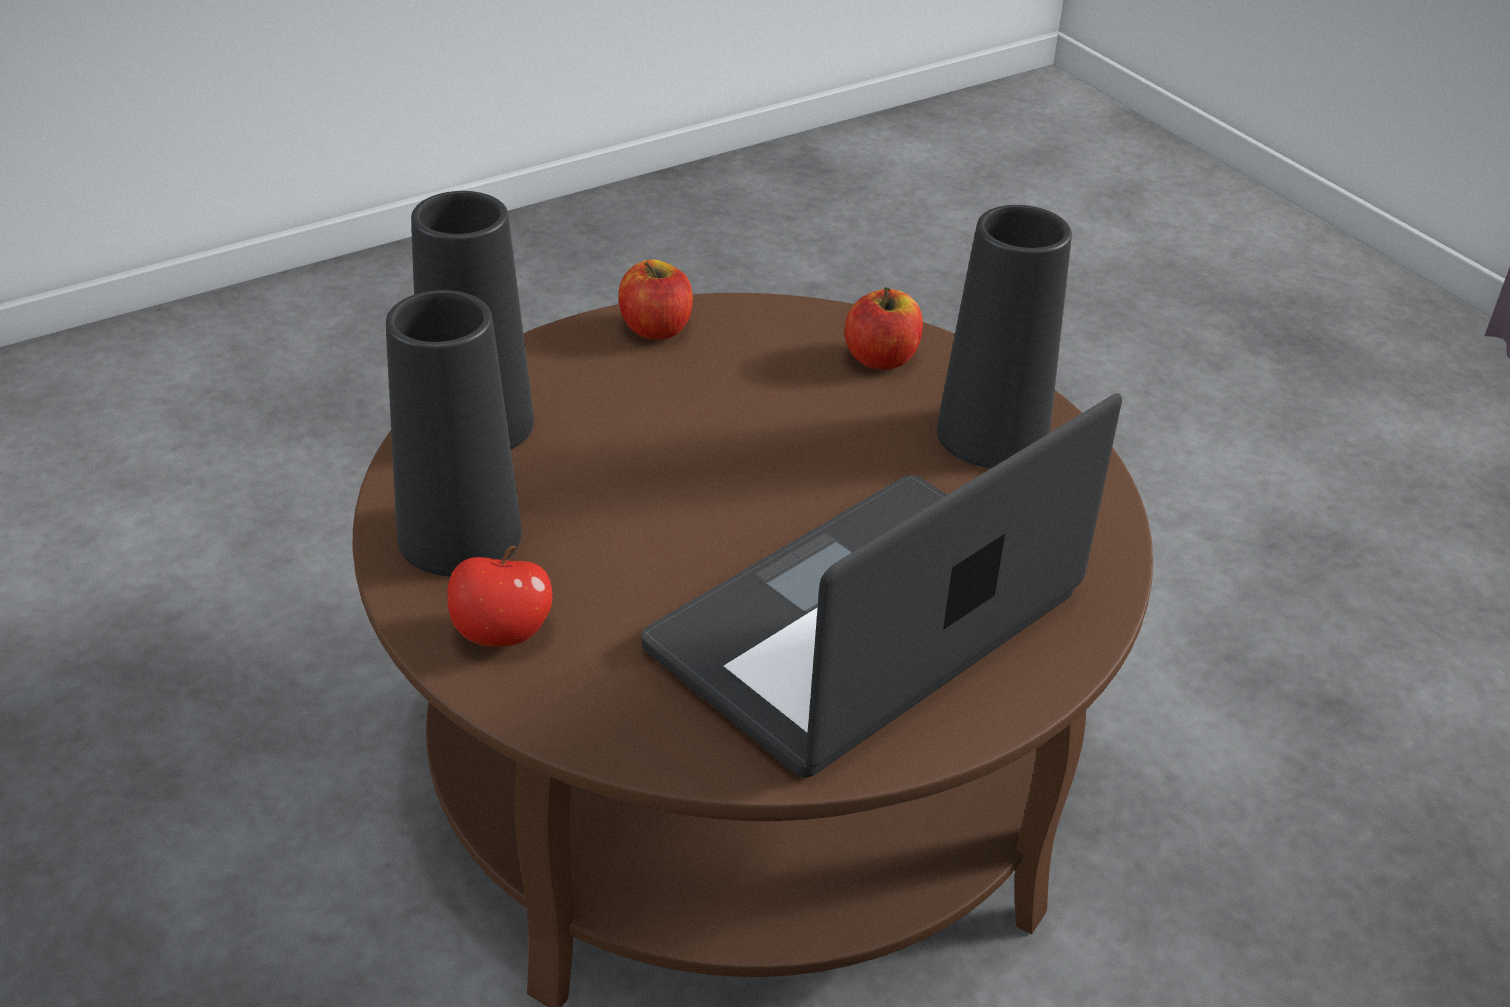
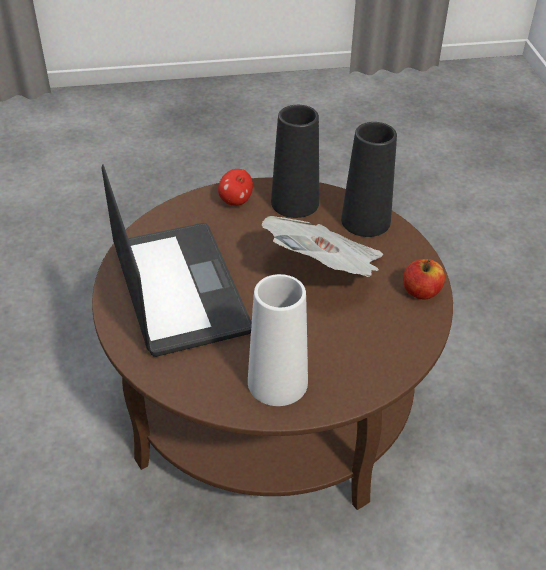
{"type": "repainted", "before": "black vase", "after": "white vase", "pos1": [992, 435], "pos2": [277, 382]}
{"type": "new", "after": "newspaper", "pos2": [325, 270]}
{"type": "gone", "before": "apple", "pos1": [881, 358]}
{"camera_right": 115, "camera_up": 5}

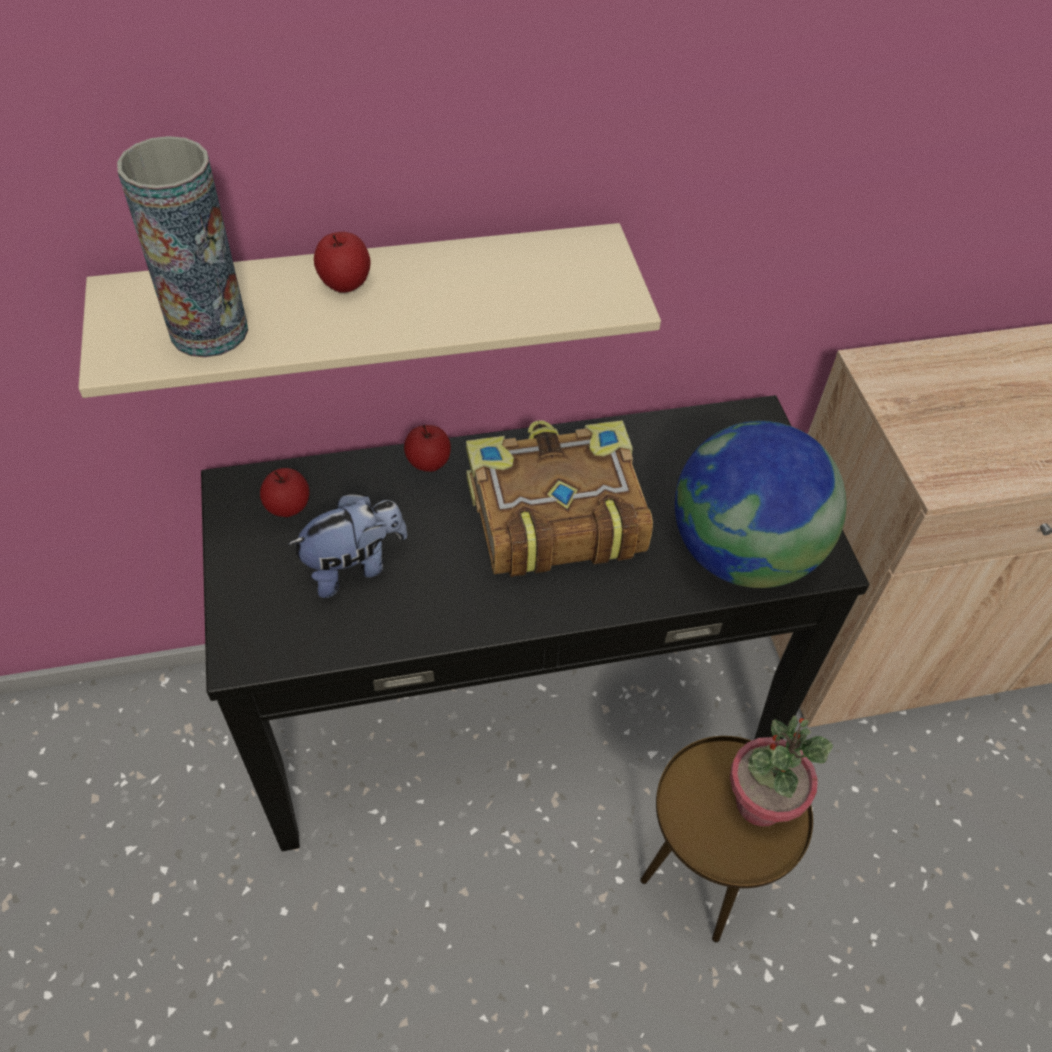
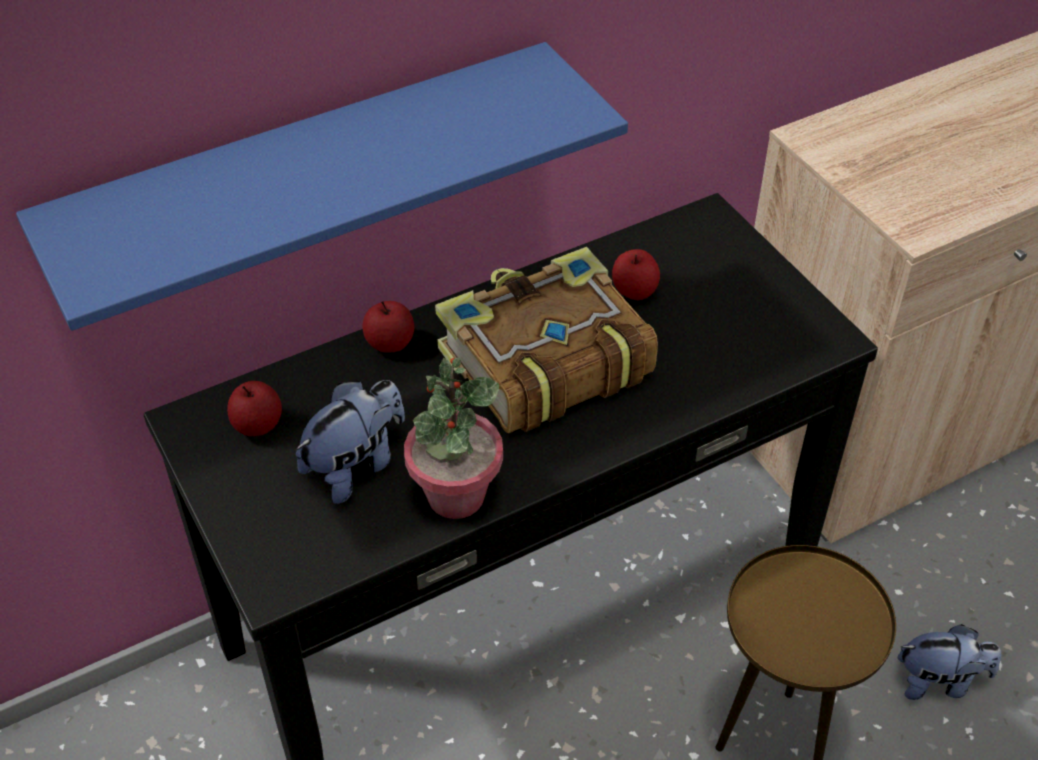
{"type": "repainted", "before": "beige shelf", "after": "blue shelf", "pos1": [369, 302], "pos2": [307, 179]}
{"type": "shifted", "before": "potted plant", "pos1": [759, 802], "pos2": [455, 495]}
{"type": "shifted", "before": "apple", "pos1": [345, 282], "pos2": [634, 291]}
{"type": "new", "after": "plush toy", "pos2": [939, 681]}
{"type": "gone", "before": "vase", "pos1": [209, 331]}
{"type": "gone", "before": "globe", "pos1": [742, 553]}
{"camera_right": -15, "camera_up": -5}

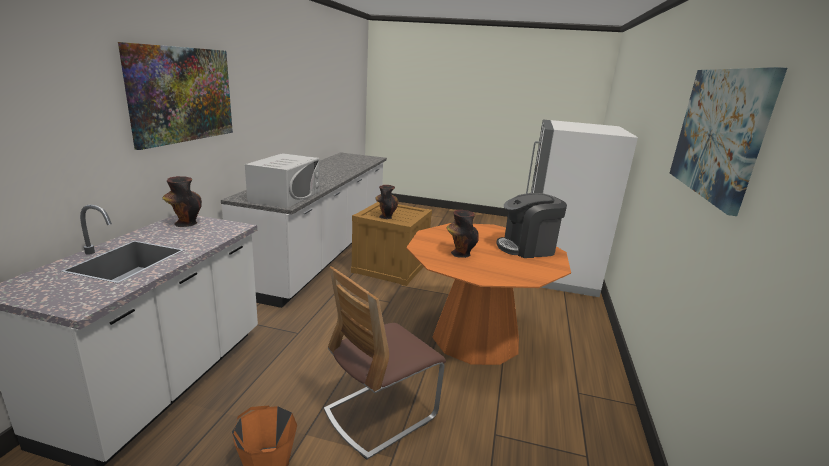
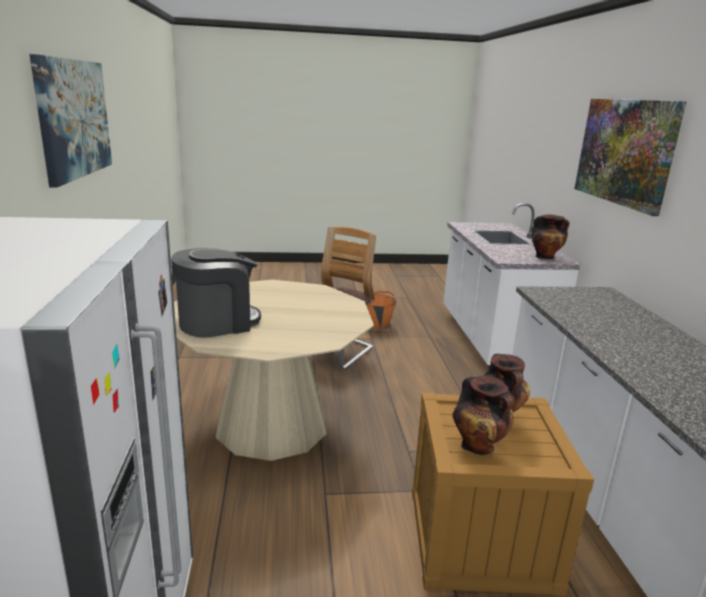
{"type": "repainted", "before": "orange dining table", "after": "beige dining table", "pos1": [476, 338], "pos2": [271, 425]}
{"type": "shifted", "before": "vase", "pos1": [459, 253], "pos2": [479, 447]}
{"type": "gone", "before": "white microwave", "pos1": [285, 196]}
{"camera_right": 160, "camera_up": 0}

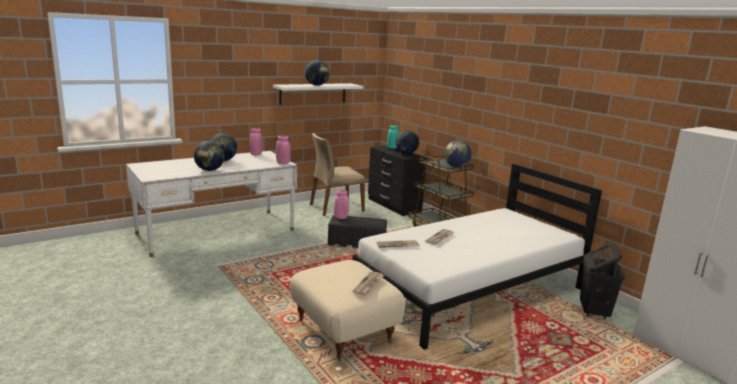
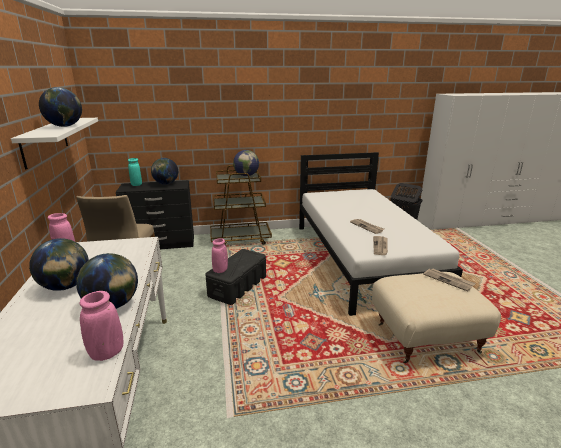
{"type": "shifted", "before": "pink vase", "pos1": [283, 163], "pos2": [107, 353]}
{"camera_right": -65, "camera_up": 5}

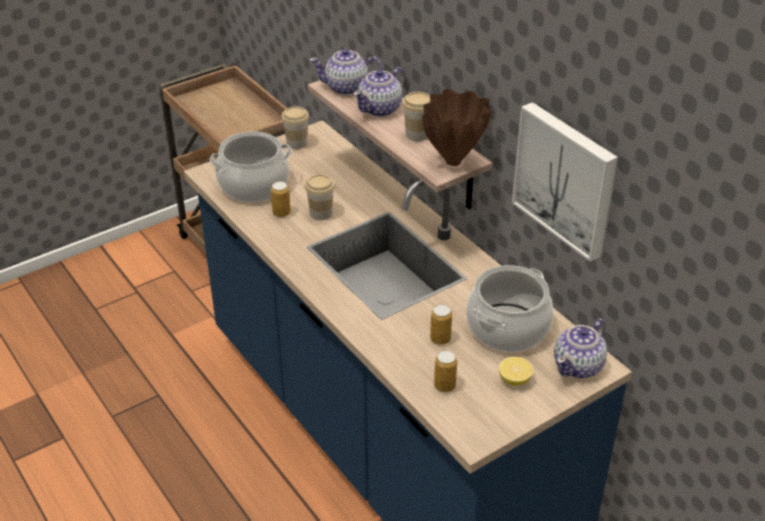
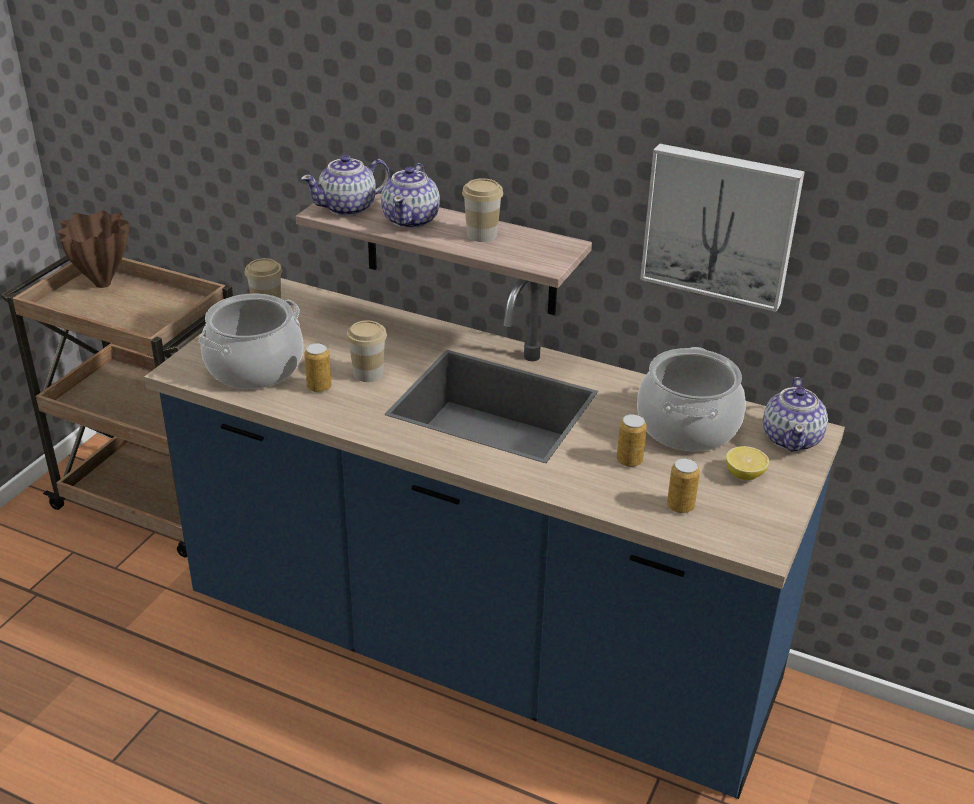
{"type": "shifted", "before": "brown vase", "pos1": [454, 161], "pos2": [104, 283]}
{"camera_right": -30, "camera_up": -5}

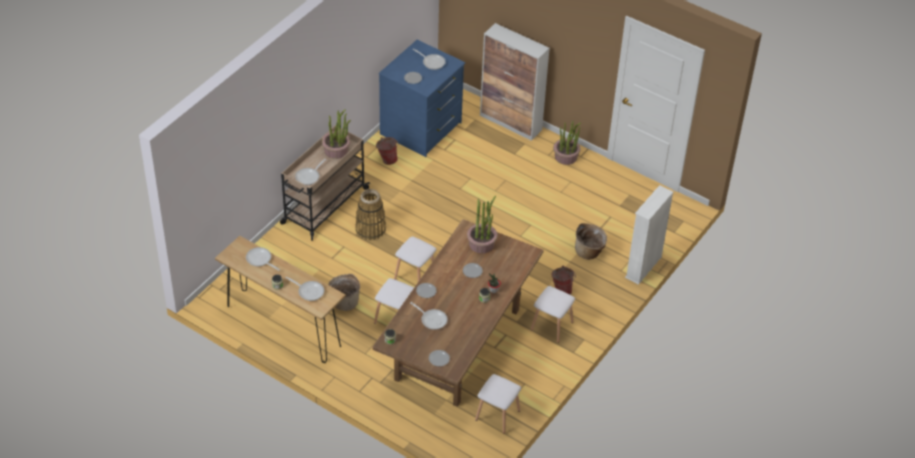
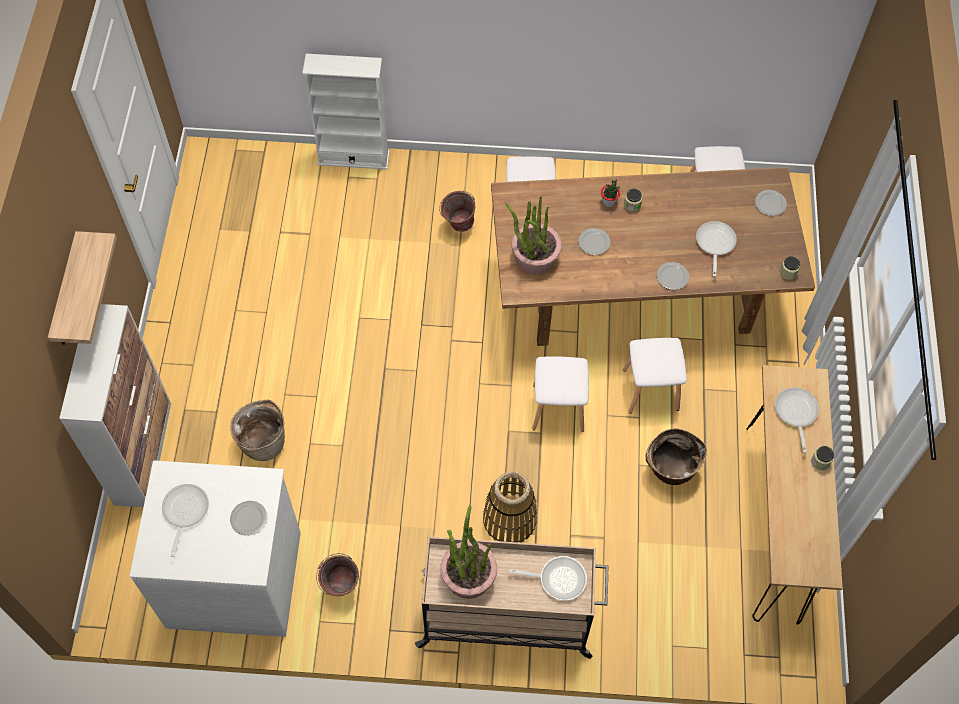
{"type": "new", "after": "shelf", "pos2": [67, 294]}
{"type": "repainted", "before": "blue dresser", "after": "white dresser", "pos1": [421, 129], "pos2": [234, 577]}
{"type": "shifted", "before": "basket", "pos1": [589, 252], "pos2": [263, 441]}
{"type": "gone", "before": "frying pan", "pos1": [260, 260]}
{"type": "gone", "before": "potted plant", "pos1": [566, 157]}
{"camera_right": -120, "camera_up": 15}

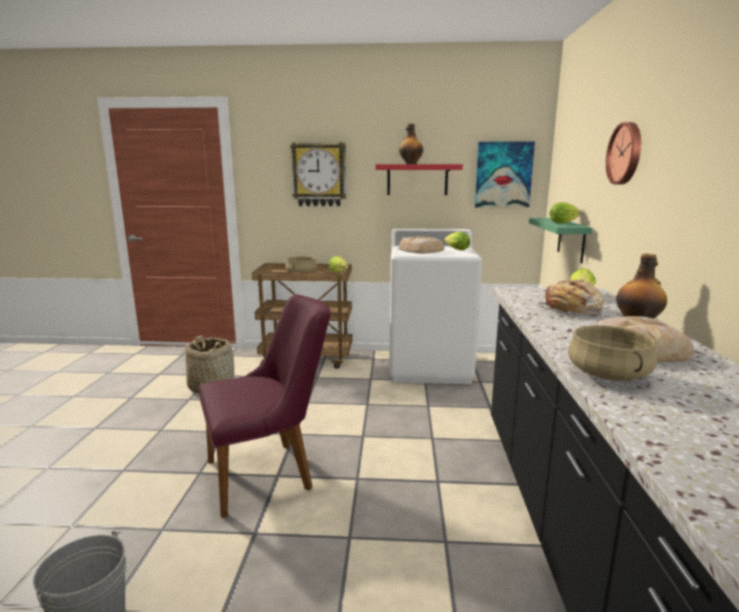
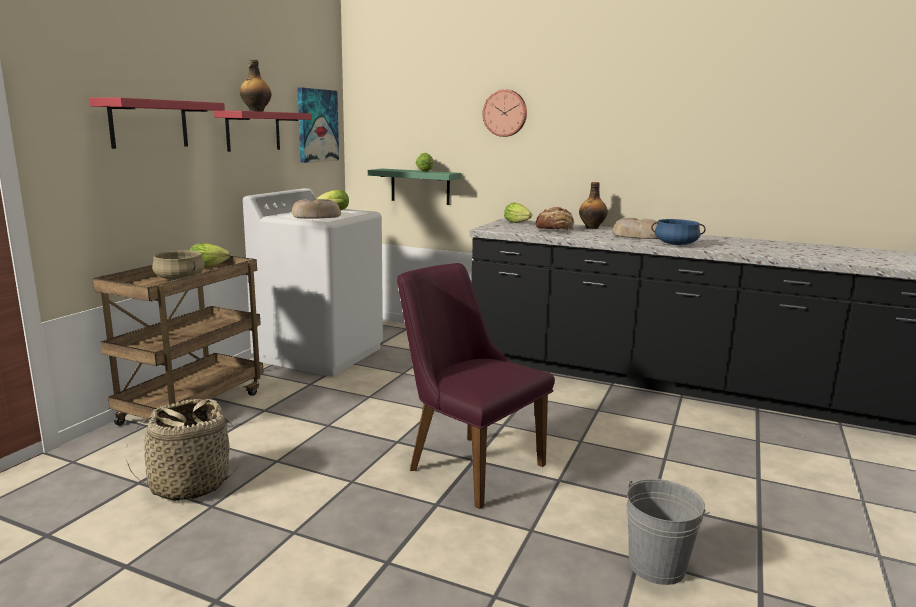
{"type": "swapped", "before": "wall clock", "after": "red shelf", "pos1": [319, 175], "pos2": [149, 124]}
{"type": "rotated", "before": "purple chair", "pos1": [270, 473], "pos2": [466, 463], "turn": -45}
{"type": "repainted", "before": "beige cooking pot", "after": "blue cooking pot", "pos1": [607, 374], "pos2": [675, 244]}
{"camera_right": -70, "camera_up": 0}

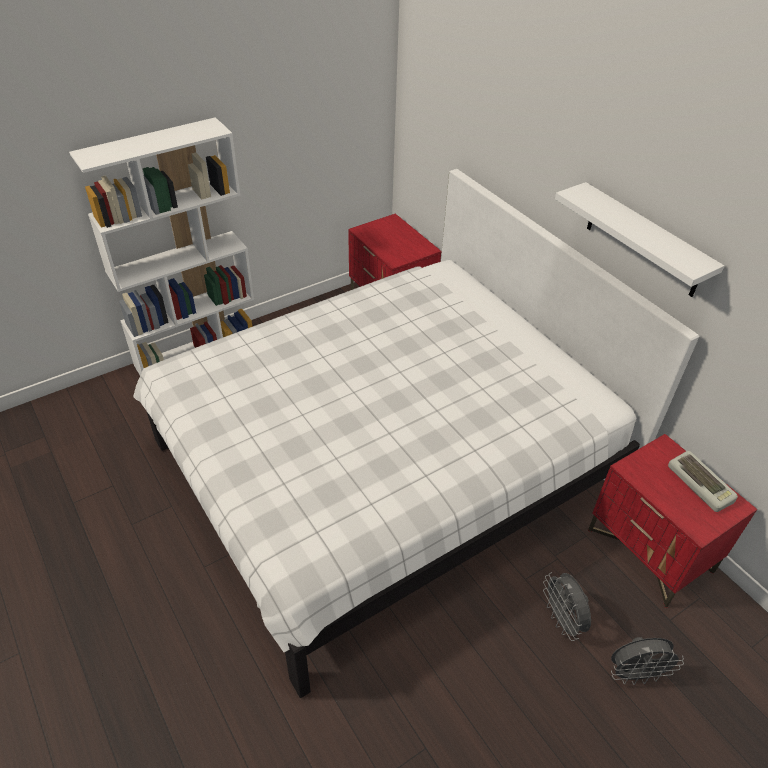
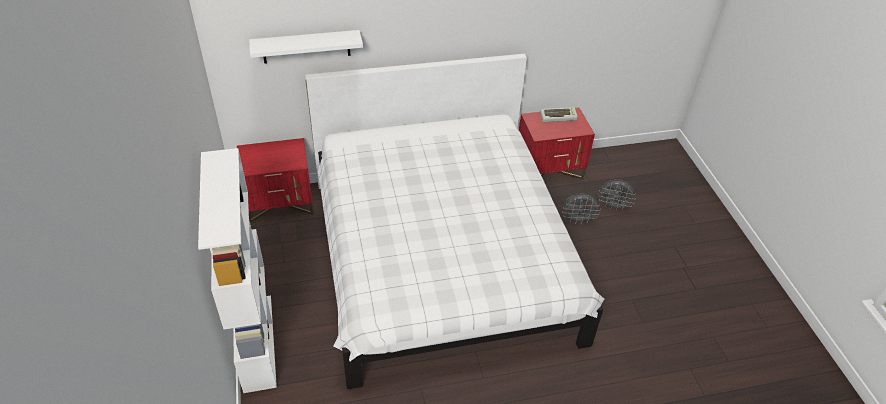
{"type": "shifted", "before": "white shelf", "pos1": [643, 240], "pos2": [306, 46]}
{"type": "rotated", "before": "grey fan", "pos1": [635, 674], "pos2": [614, 206], "turn": 90}
{"camera_right": -70, "camera_up": 0}

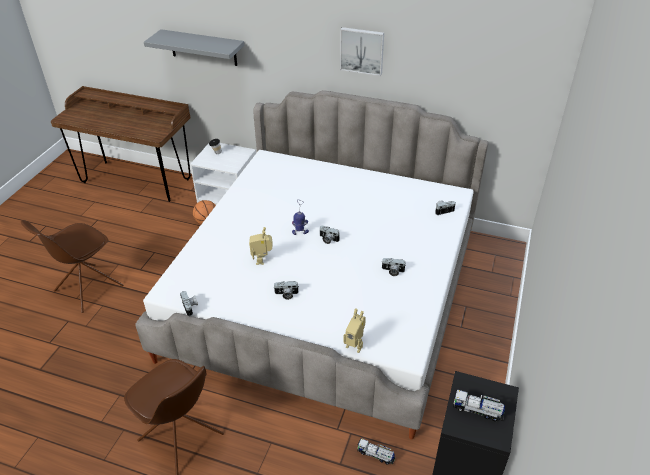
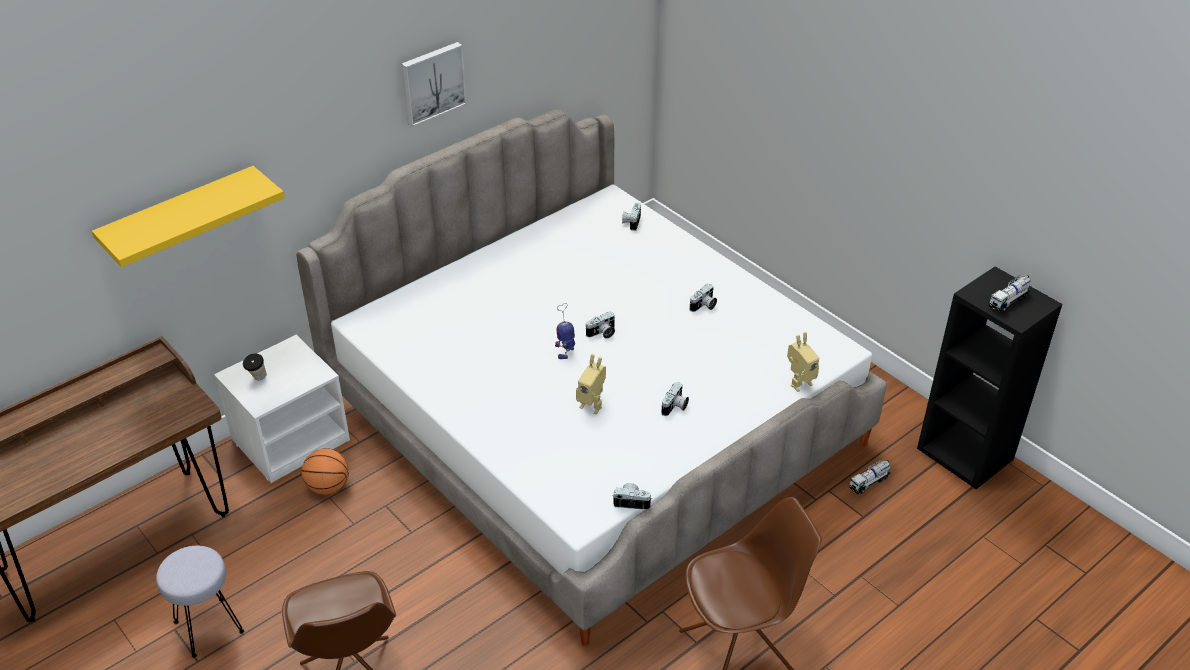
{"type": "repainted", "before": "grey shelf", "after": "yellow shelf", "pos1": [203, 47], "pos2": [180, 217]}
{"type": "new", "after": "grey stool", "pos2": [208, 628]}
{"camera_right": -60, "camera_up": 0}

